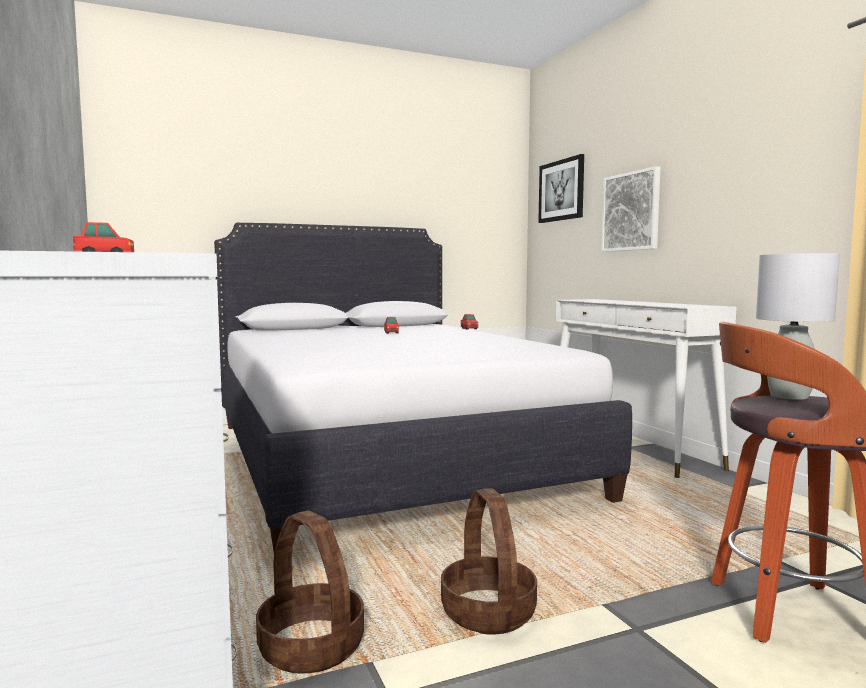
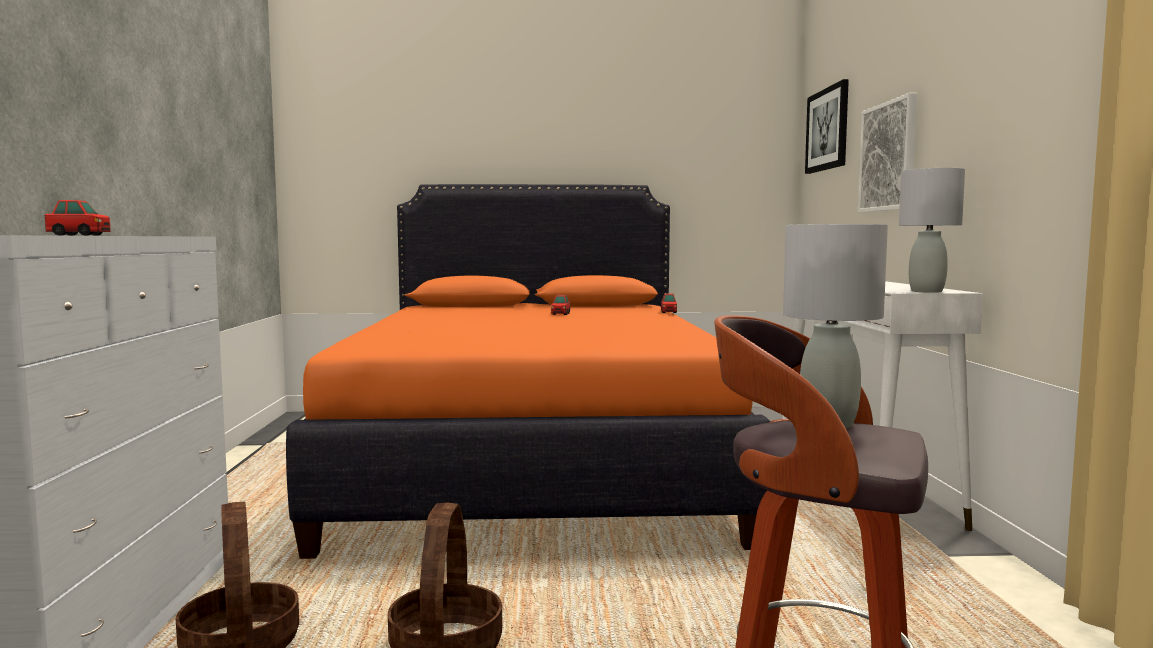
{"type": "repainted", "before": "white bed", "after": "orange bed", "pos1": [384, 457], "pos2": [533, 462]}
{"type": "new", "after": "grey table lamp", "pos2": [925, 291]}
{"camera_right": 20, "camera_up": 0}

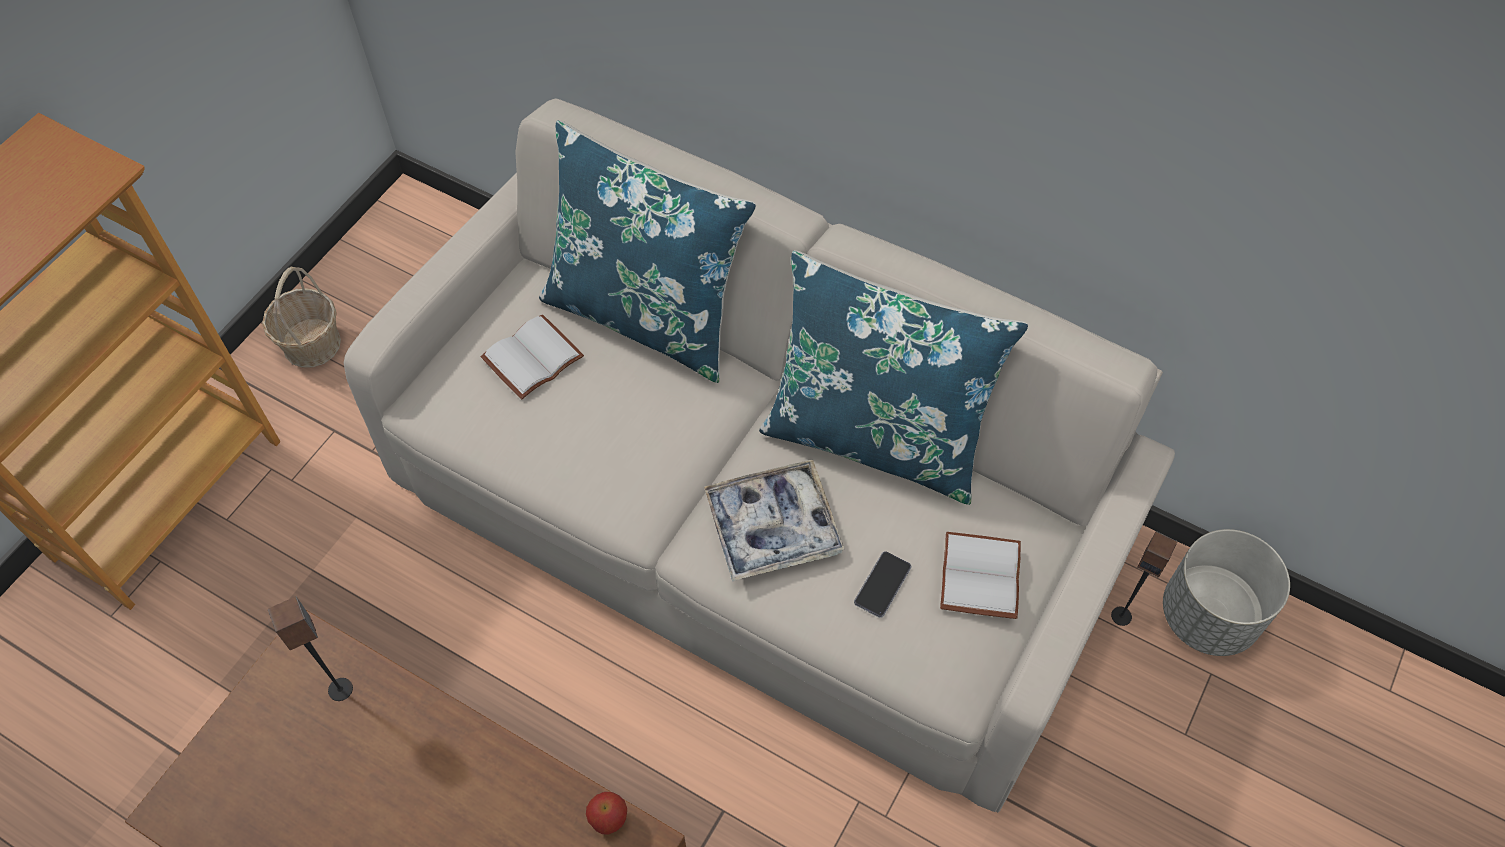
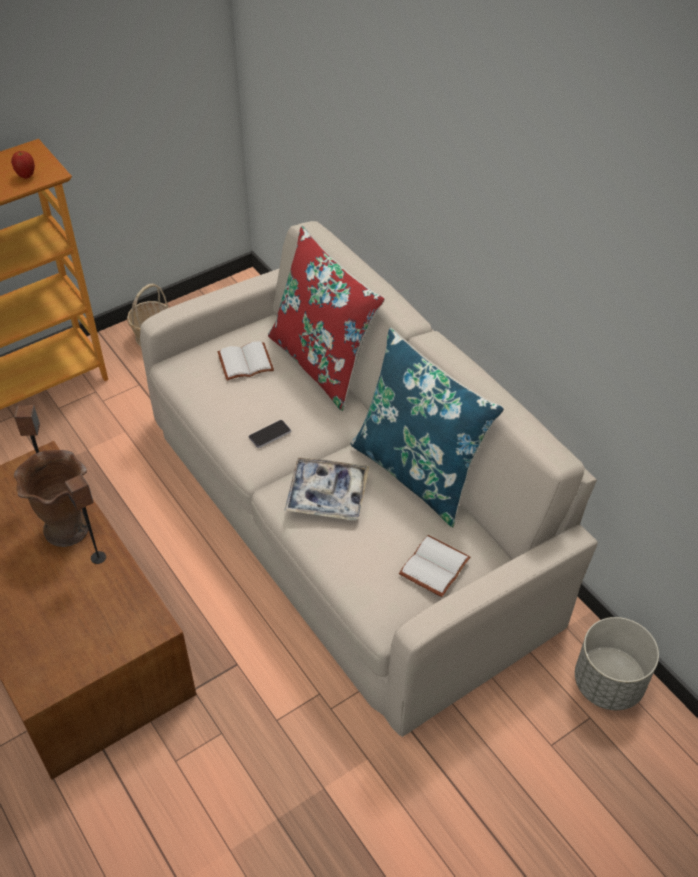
{"type": "shifted", "before": "apple", "pos1": [609, 820], "pos2": [26, 176]}
{"type": "new", "after": "brown vase", "pos2": [67, 528]}
{"type": "shifted", "before": "speaker", "pos1": [1121, 615], "pos2": [98, 557]}
{"type": "shifted", "before": "phone", "pos1": [882, 585], "pos2": [270, 434]}
{"type": "repainted", "before": "blue pillow", "after": "red pillow", "pos1": [646, 315], "pos2": [323, 363]}
{"camera_right": 25, "camera_up": -10}

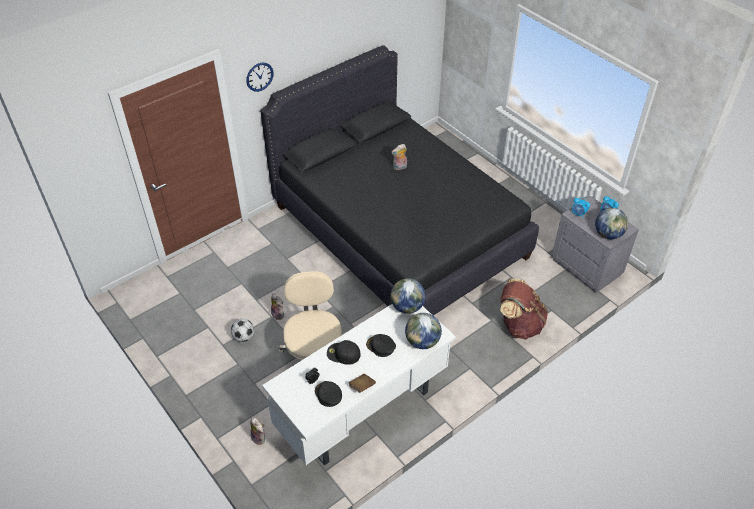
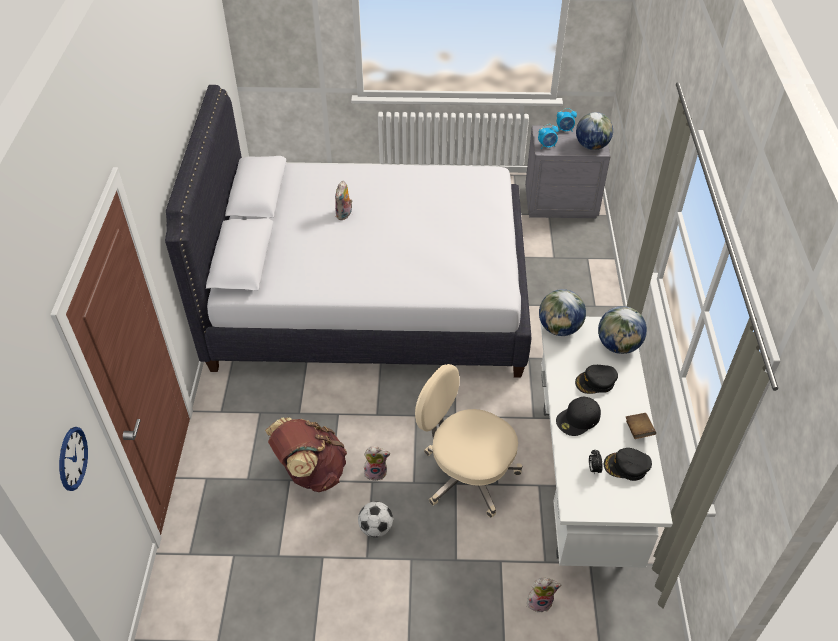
{"type": "shifted", "before": "wall clock", "pos1": [259, 76], "pos2": [72, 458]}
{"type": "repainted", "before": "black bed", "after": "white bed", "pos1": [398, 231], "pos2": [370, 296]}
{"type": "shifted", "before": "brown backpack", "pos1": [519, 324], "pos2": [310, 472]}
{"camera_right": -50, "camera_up": 0}

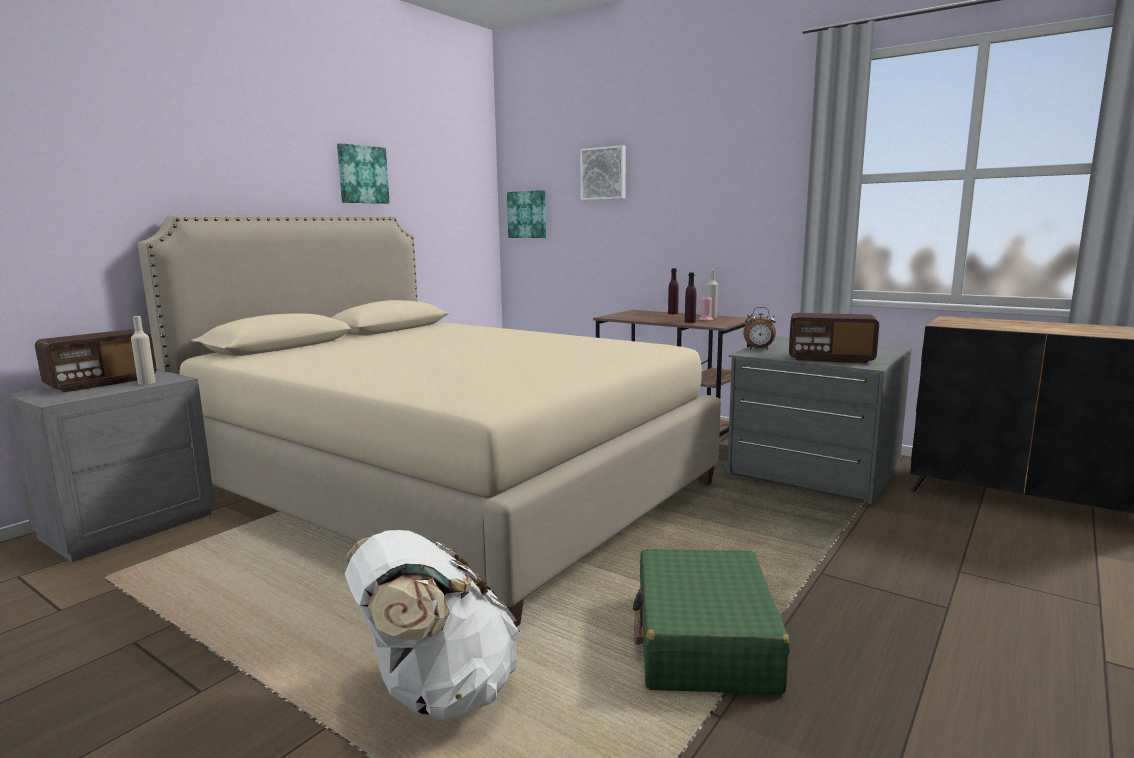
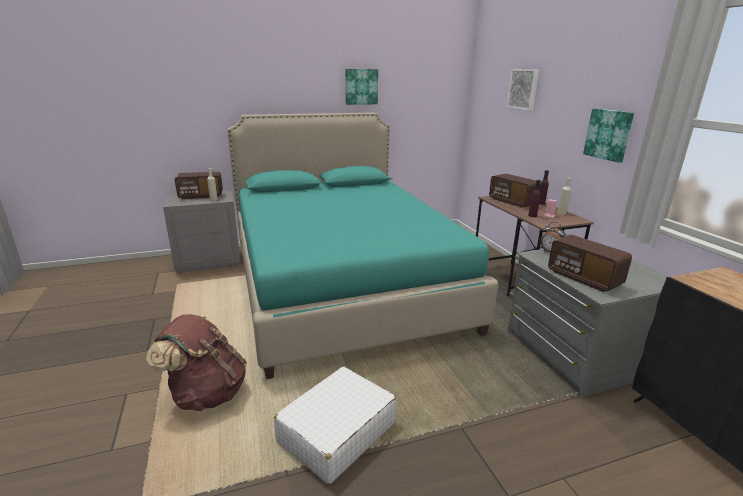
{"type": "repainted", "before": "white backpack", "after": "brown backpack", "pos1": [437, 692], "pos2": [207, 393]}
{"type": "repainted", "before": "beige bed", "after": "turquoise bed", "pos1": [445, 487], "pos2": [341, 284]}
{"type": "repainted", "before": "green suitcase", "after": "white suitcase", "pos1": [704, 641], "pos2": [336, 432]}
{"type": "new", "after": "radio", "pos2": [512, 201]}
{"type": "shifted", "before": "picture", "pos1": [527, 214], "pos2": [609, 134]}
{"camera_right": 35, "camera_up": 10}

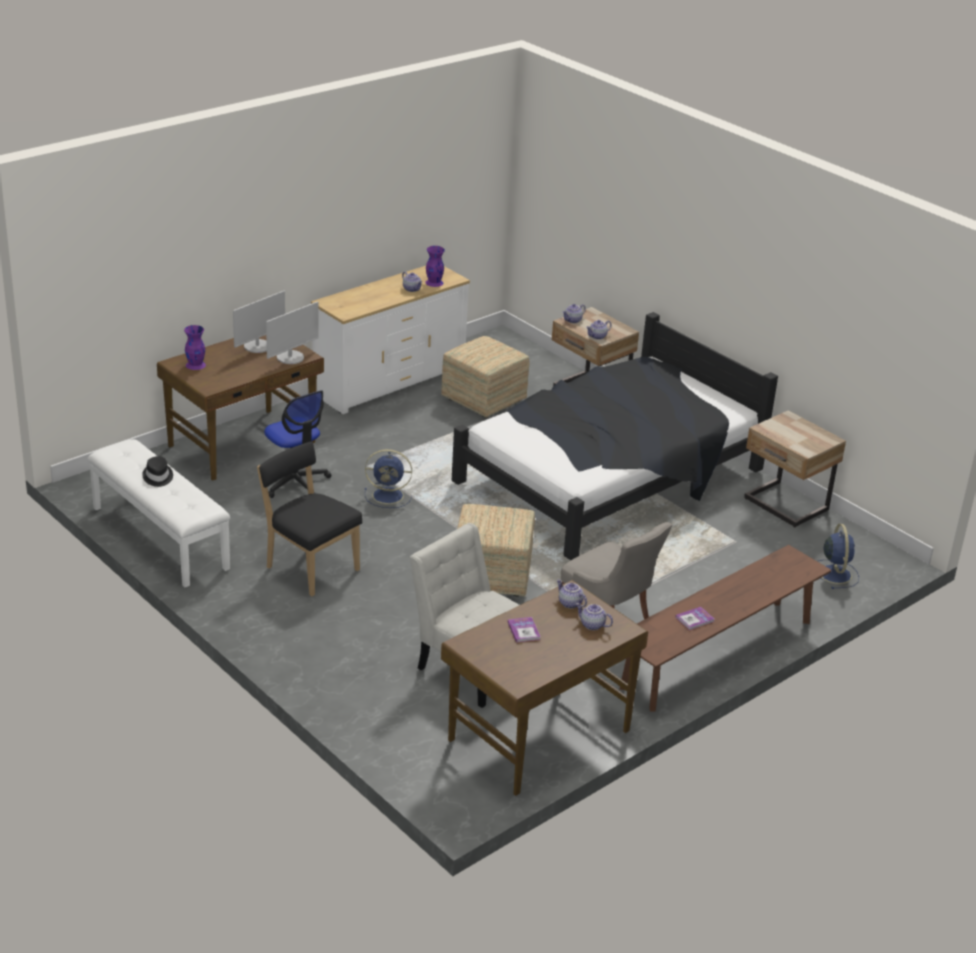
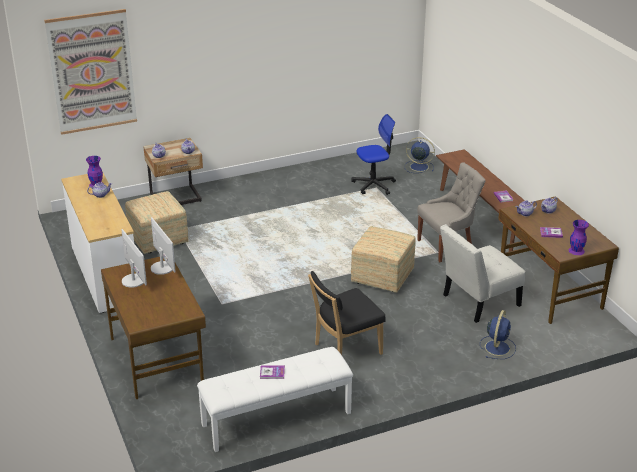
{"type": "new", "after": "picture", "pos2": [92, 72]}
{"type": "swapped", "before": "black hat", "after": "book", "pos1": [157, 477], "pos2": [272, 373]}
{"type": "shifted", "before": "office chair", "pos1": [295, 482], "pos2": [374, 185]}
{"type": "shifted", "before": "blue fan", "pos1": [389, 496], "pos2": [497, 347]}
{"type": "shifted", "before": "purple vase", "pos1": [196, 365], "pos2": [576, 250]}
{"type": "gone", "before": "black bed", "pos1": [607, 478]}
{"type": "gone", "before": "beige nightstand", "pos1": [784, 505]}
{"camera_right": -70, "camera_up": 0}

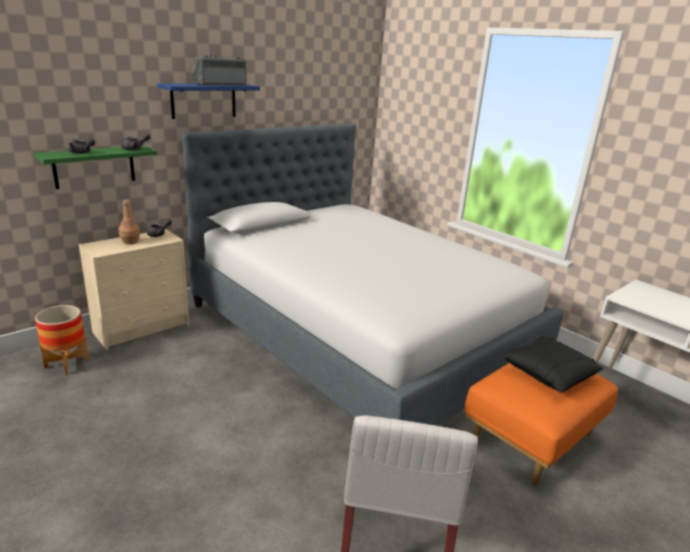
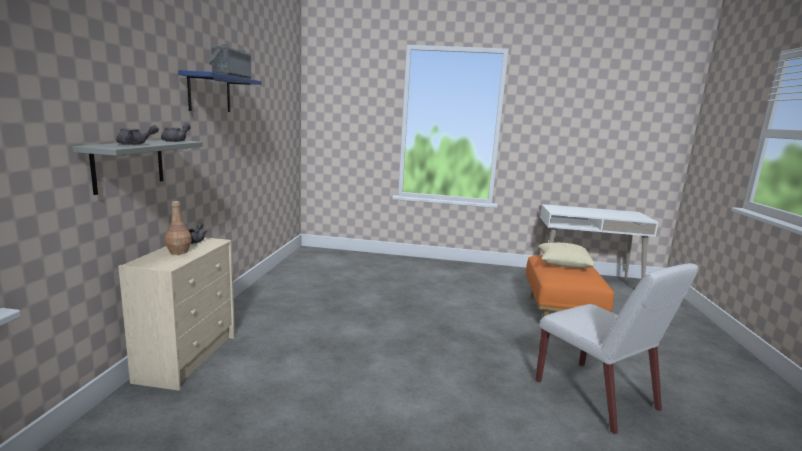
{"type": "repainted", "before": "green shelf", "after": "grey shelf", "pos1": [94, 166], "pos2": [129, 165]}
{"type": "repainted", "before": "black pillow", "after": "beige pillow", "pos1": [548, 373], "pos2": [563, 264]}
{"type": "gone", "before": "planter", "pos1": [67, 364]}
{"type": "gone", "before": "bed", "pos1": [358, 333]}
{"camera_right": -40, "camera_up": -10}

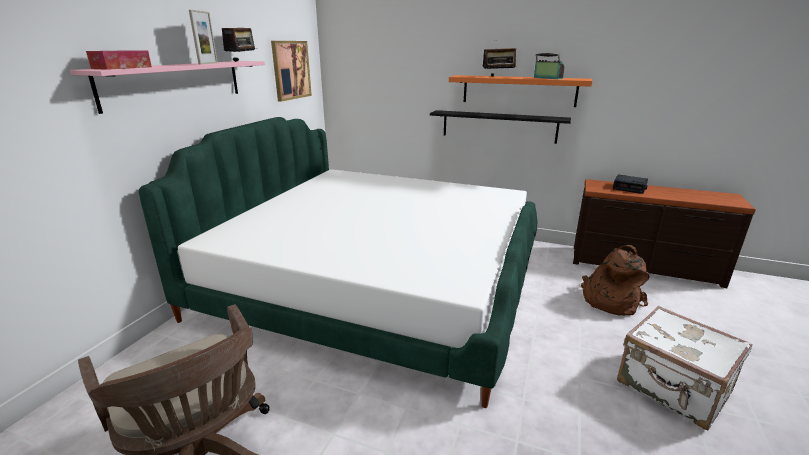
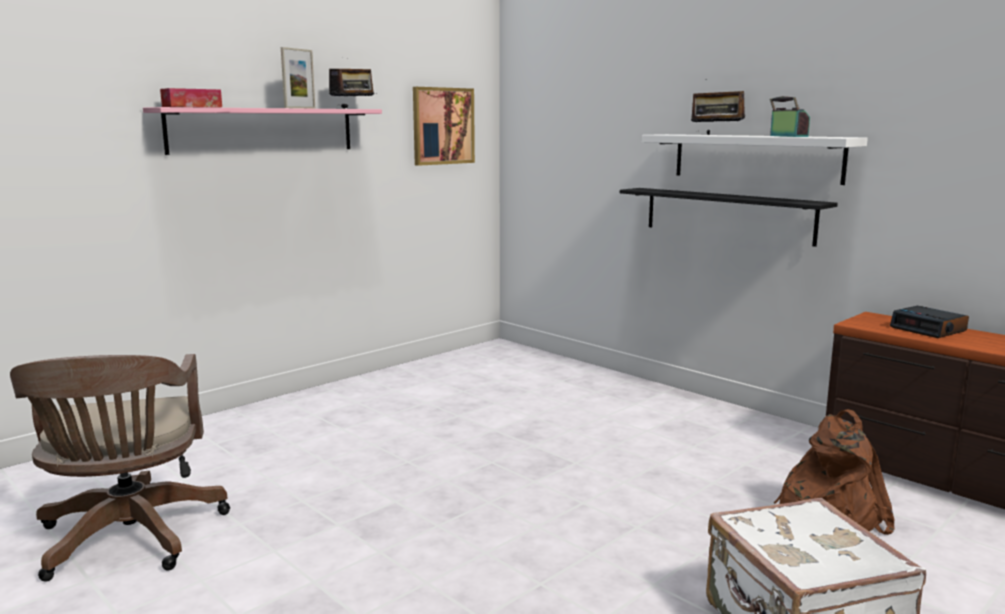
{"type": "repainted", "before": "orange shelf", "after": "white shelf", "pos1": [518, 90], "pos2": [755, 157]}
{"type": "gone", "before": "bed", "pos1": [377, 282]}
{"camera_right": 25, "camera_up": -10}

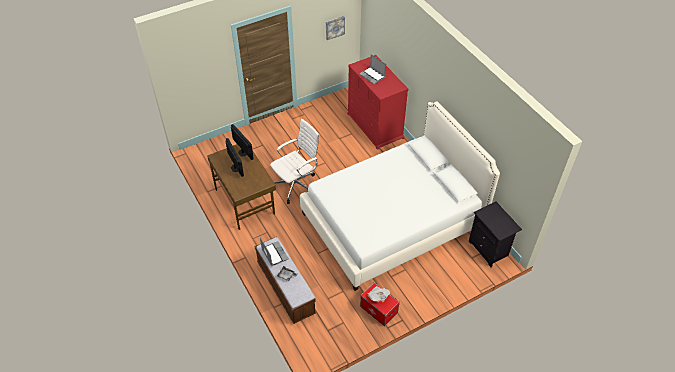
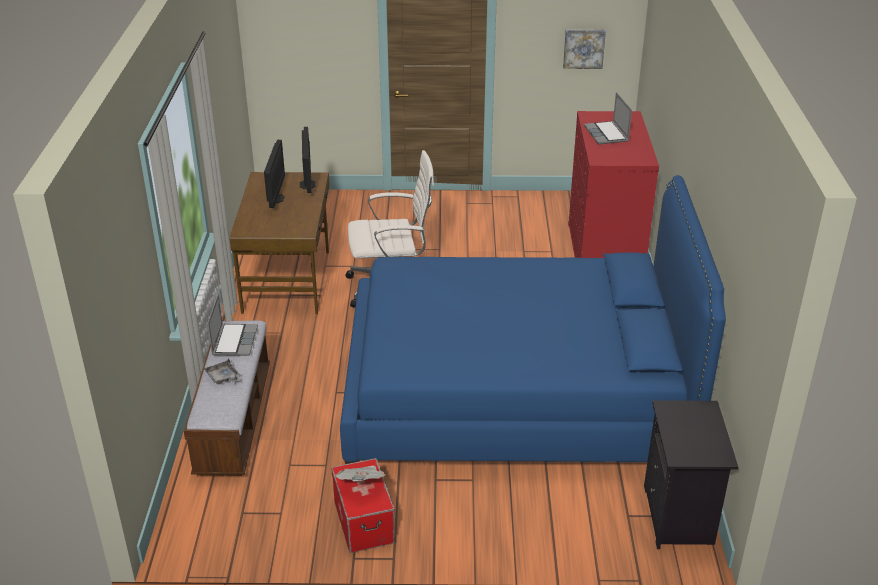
{"type": "repainted", "before": "white bed", "after": "blue bed", "pos1": [392, 220], "pos2": [515, 396]}
{"camera_right": 30, "camera_up": -15}

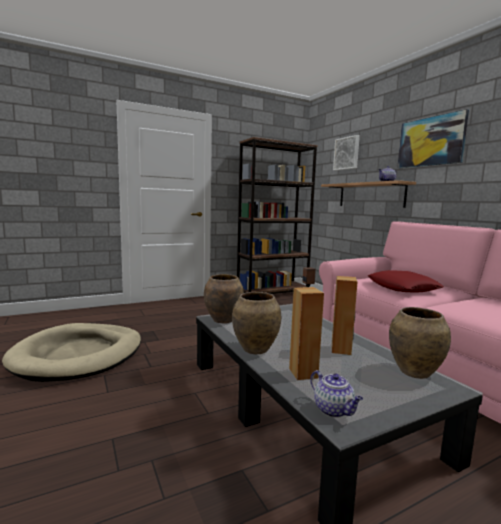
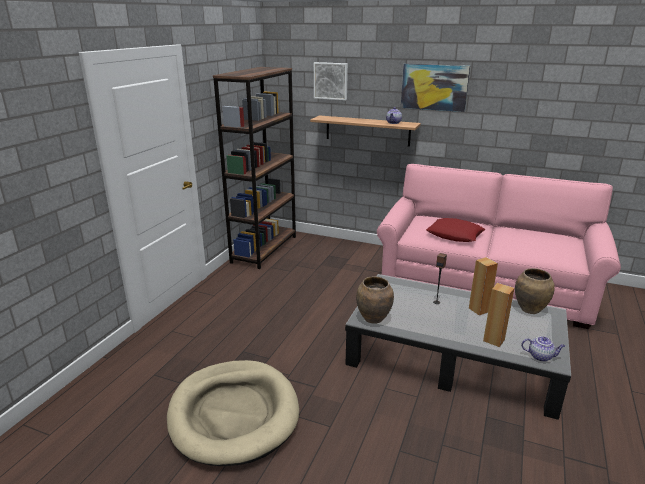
{"type": "gone", "before": "brown vase", "pos1": [255, 350]}
{"camera_right": -40, "camera_up": 15}

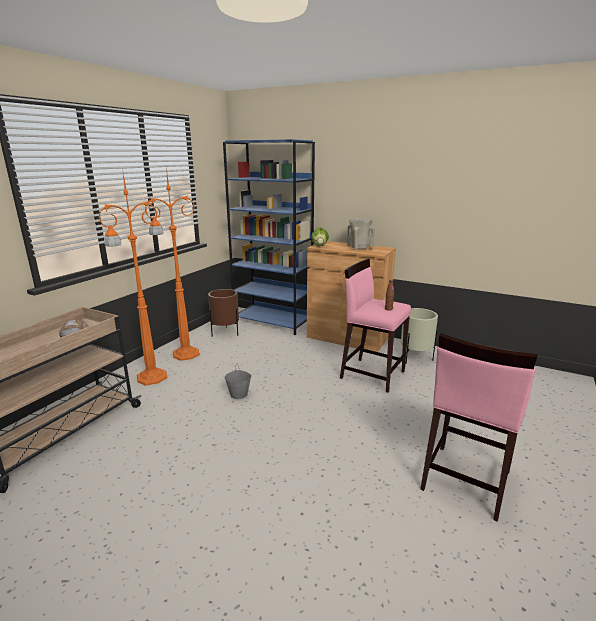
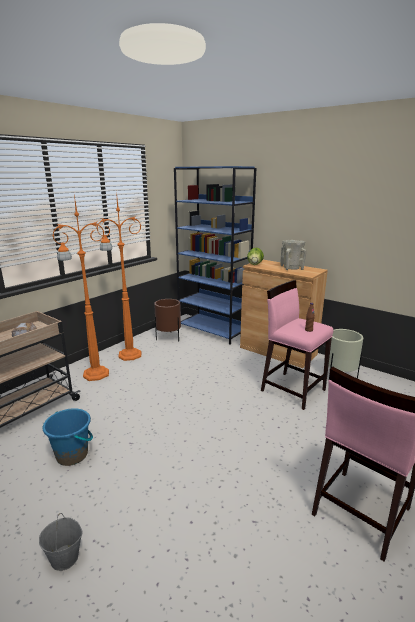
{"type": "shifted", "before": "grey bucket", "pos1": [239, 394], "pos2": [65, 557]}
{"type": "new", "after": "blue bucket", "pos2": [72, 455]}
{"camera_right": 10, "camera_up": 0}

